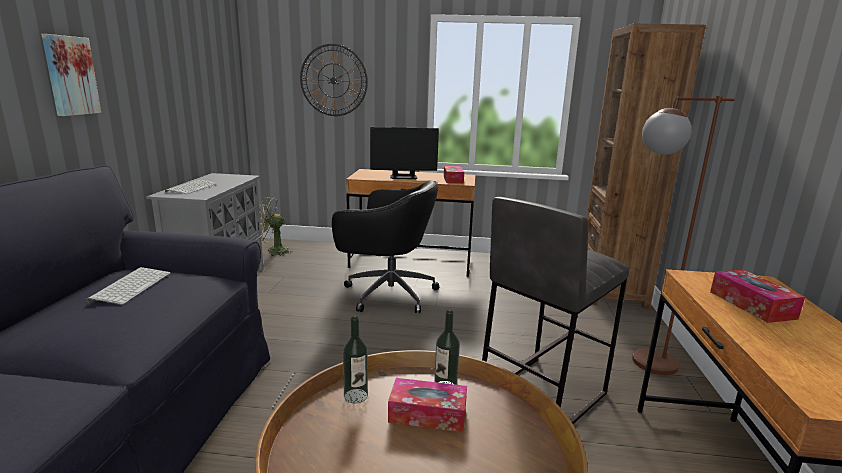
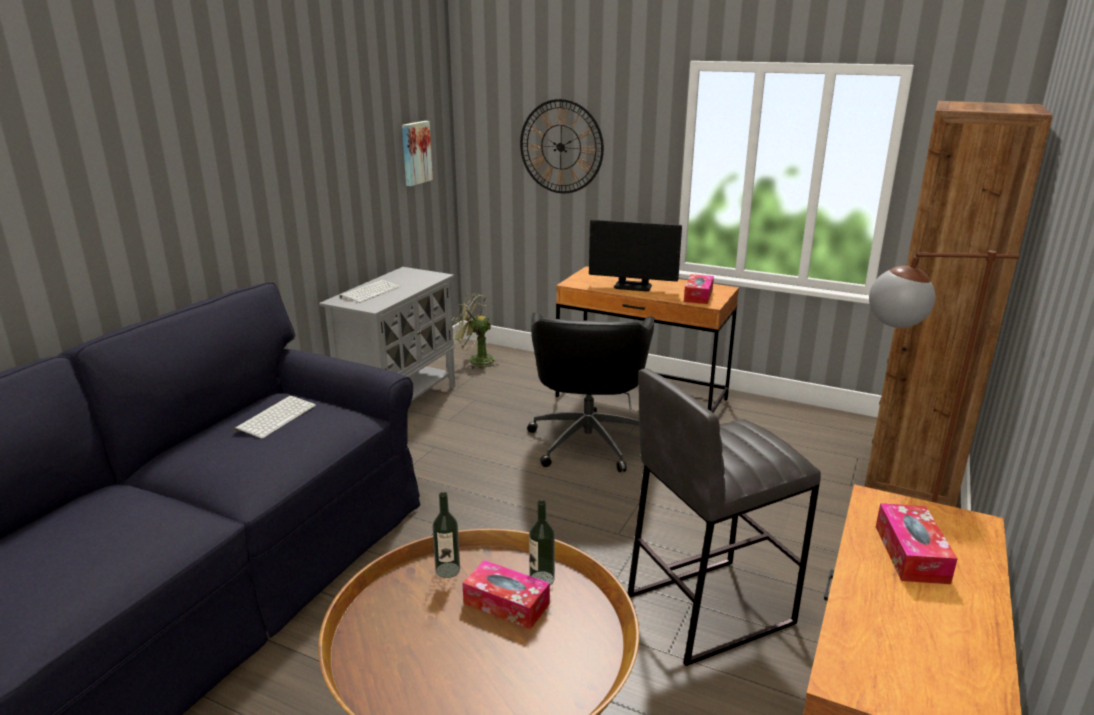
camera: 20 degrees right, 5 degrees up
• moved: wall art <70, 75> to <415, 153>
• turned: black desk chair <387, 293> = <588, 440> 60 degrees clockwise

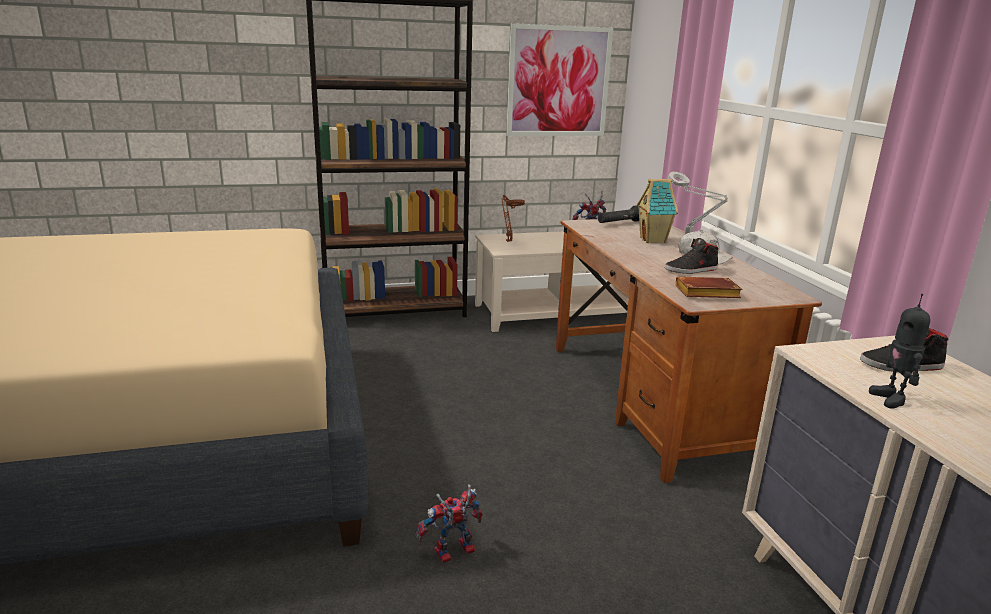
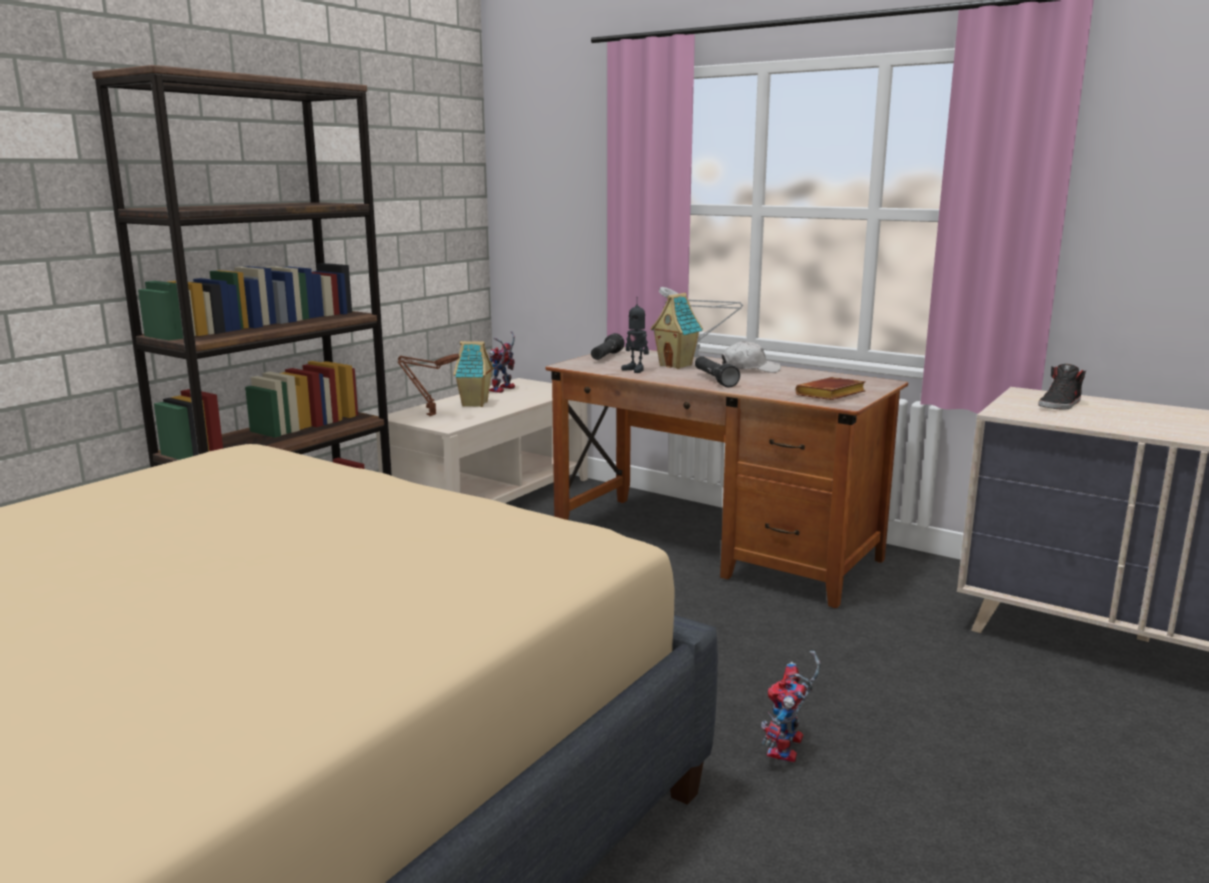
camera: 40 degrees left, 5 degrees down
• added: model house <475, 404>
• moved: toy robot <891, 399> to <635, 370>
• added: black hand torch <714, 379>
• removed: wall art <558, 82>
• removed: black item of footwear <691, 270>

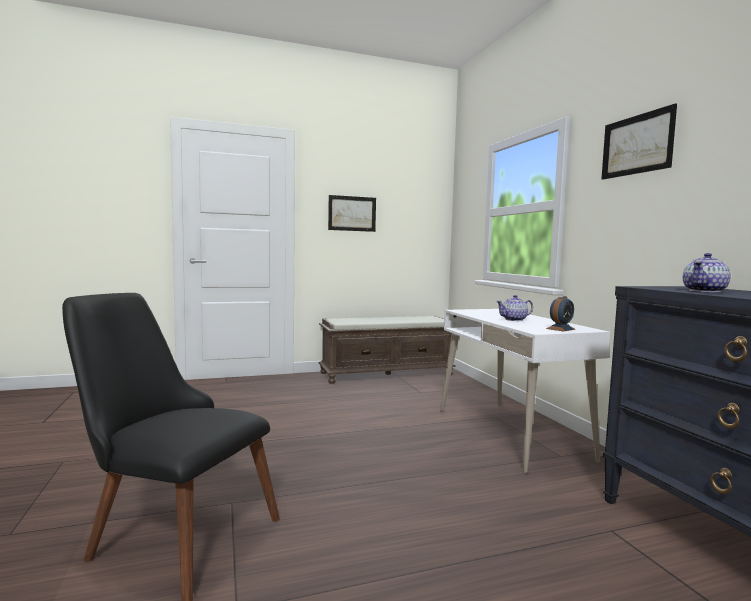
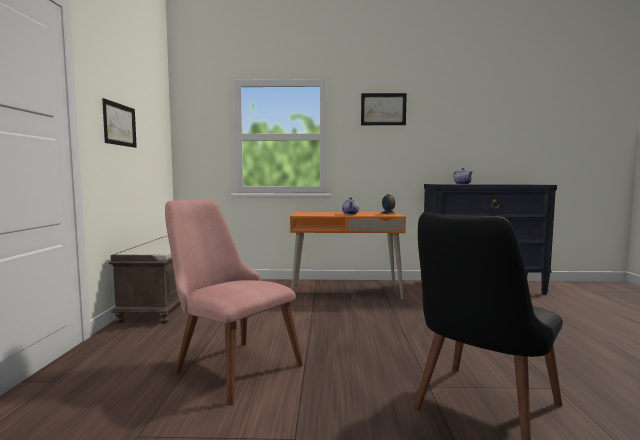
camera: 70 degrees left, 0 degrees up
• added: pink chair <228, 364>
• recoloured: white desk unit <510, 433> to orange desk unit <346, 291>

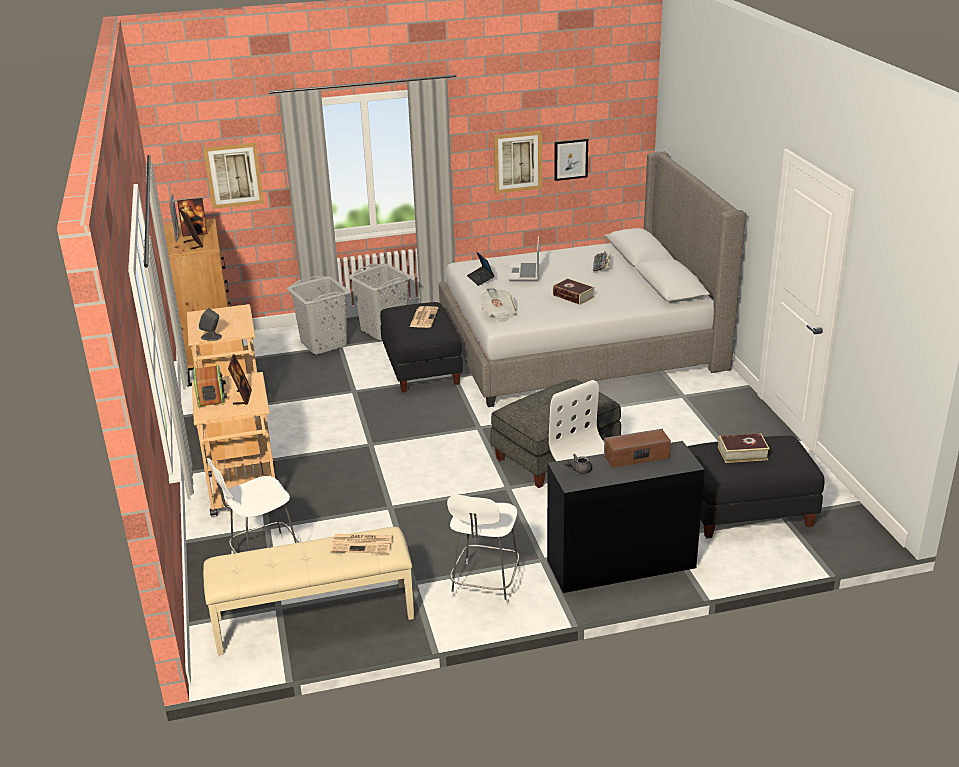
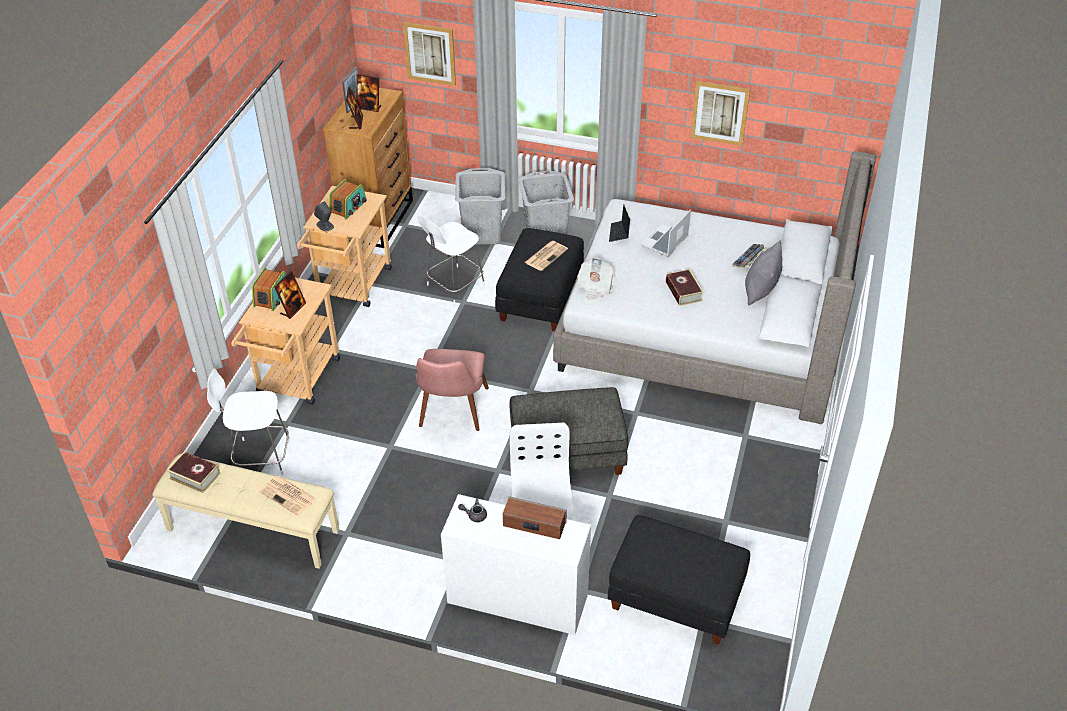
camera: 30 degrees right, 15 degrees up
• moved: bound book <742, 453> to <195, 476>
• added: radio receiver <348, 207>
• added: pink chair <452, 414>
• moved: white chair <485, 586> to <454, 286>
• recoloured: black desk unit <621, 564> to white desk unit <517, 598>
• added: gray throw pillow <760, 290>
• removed: wall art <570, 159>

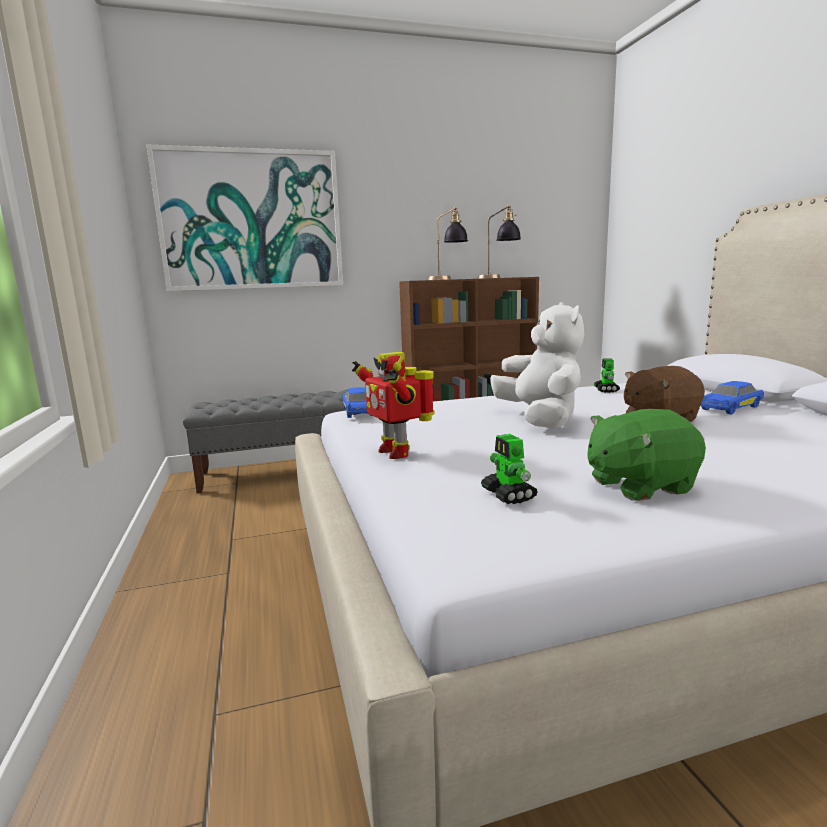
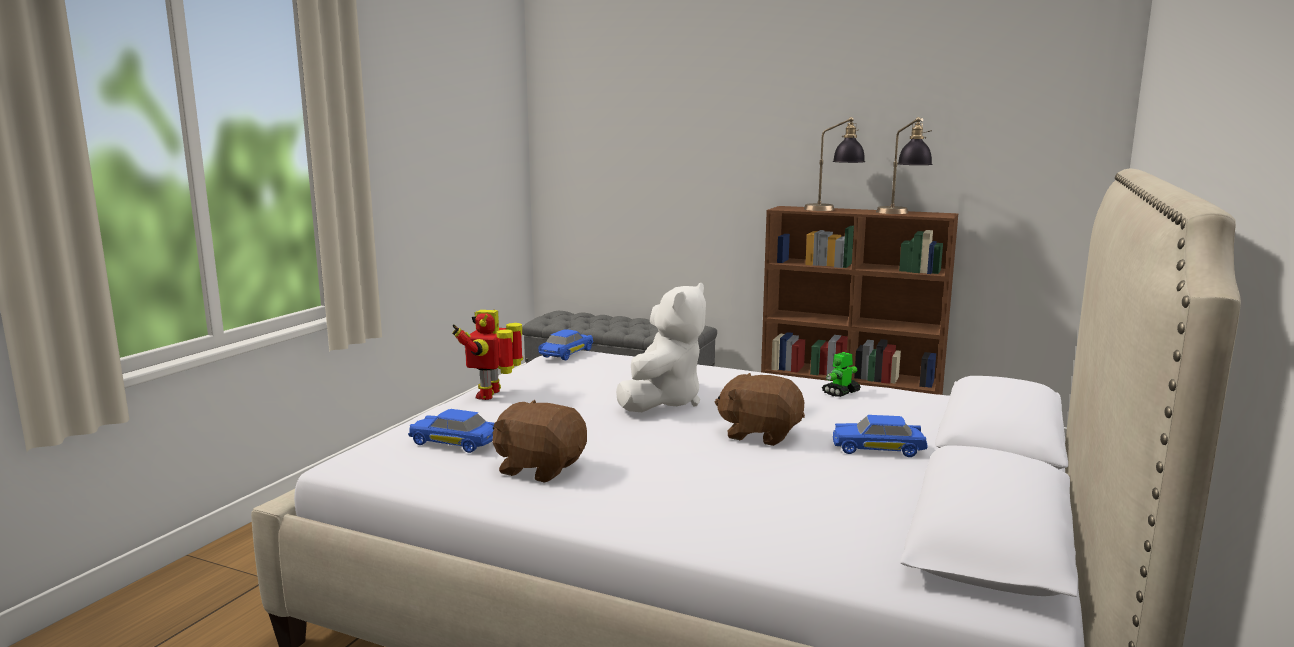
camera: 40 degrees right, 0 degrees up
• replaced: toy robot <508, 495> to blue-coloured miniature car <455, 443>
• recoloured: green-coloured soft toy <639, 485> to brown-coloured soft toy <540, 468>
• removed: wall art <252, 221>

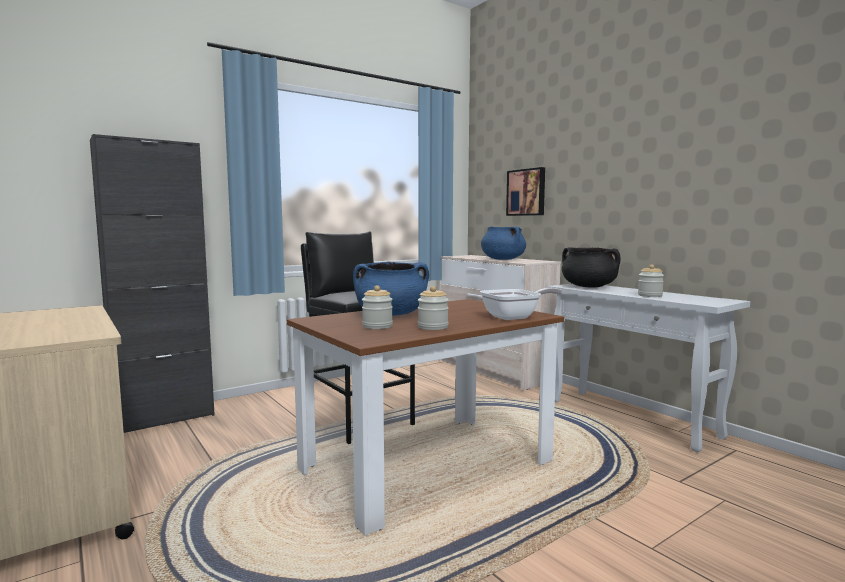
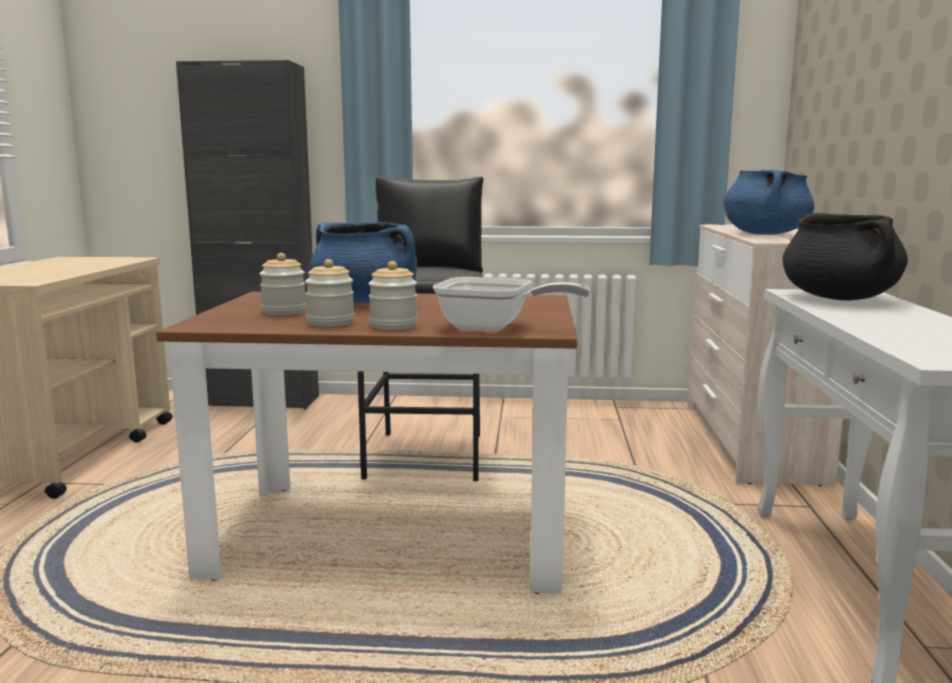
camera: 40 degrees right, 5 degrees up
• moved: preserve jar <650, 295> to <393, 326>
• removed: wall art <526, 192>

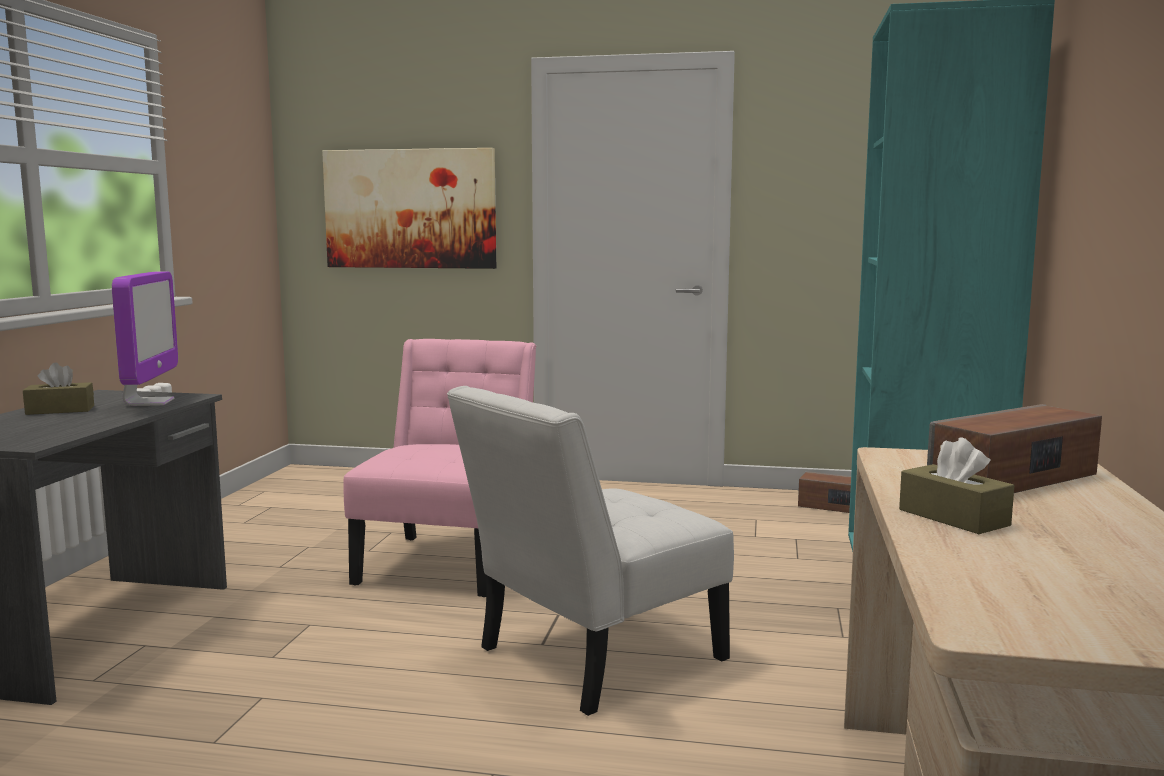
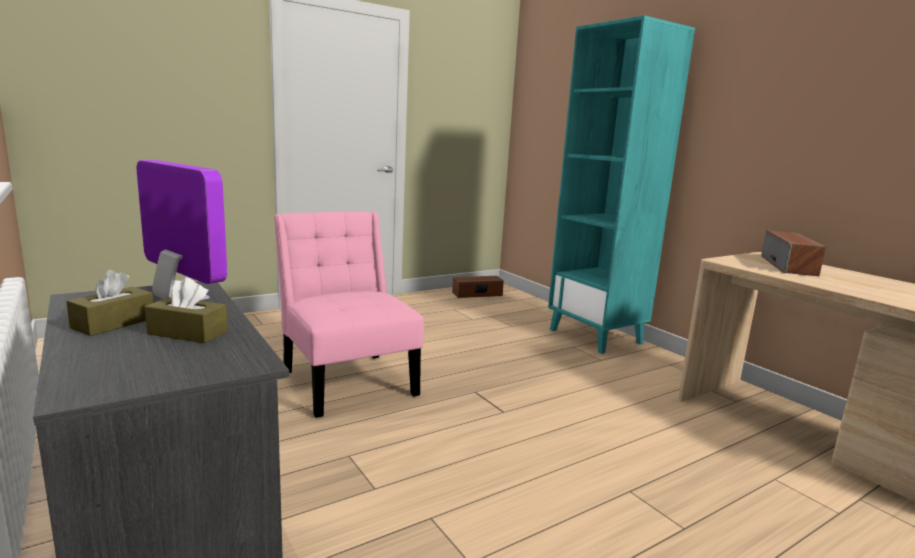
camera: 45 degrees left, 5 degrees up
• moved: brown-coloured tissue box <953, 517> to <188, 333>
• removed: wall art <410, 209>
• removed: white chair <591, 658>

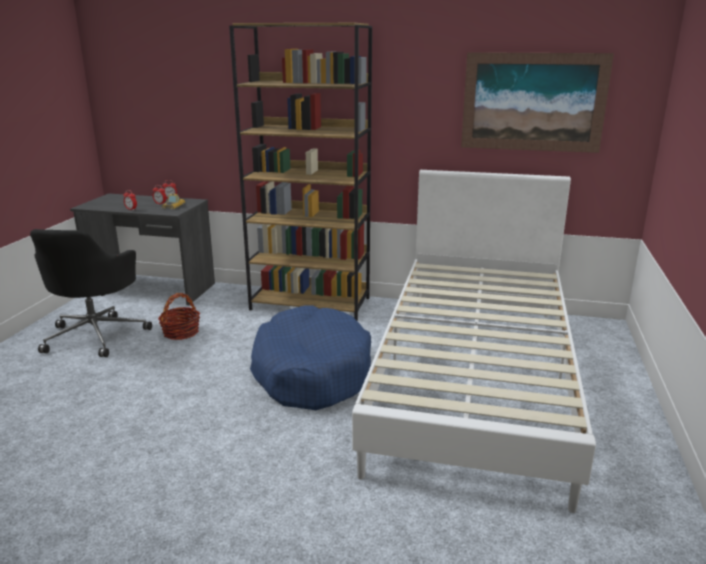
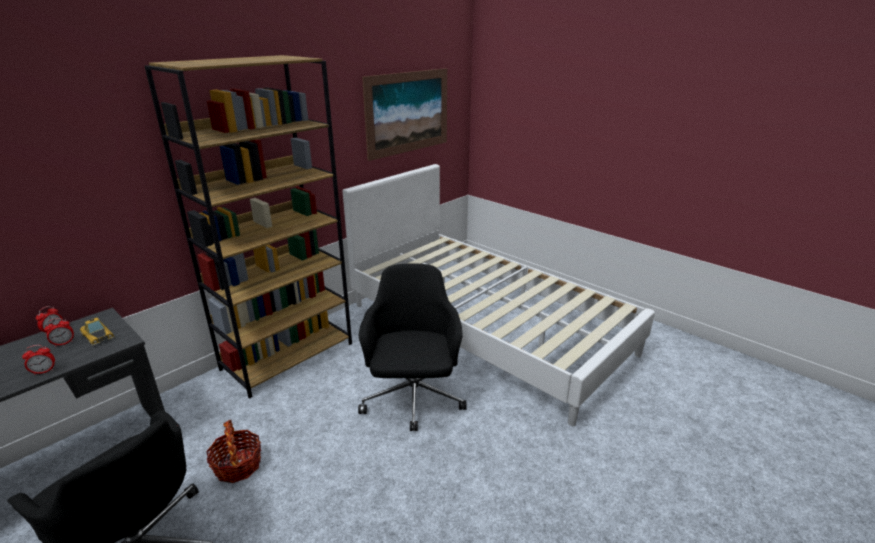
camera: 60 degrees left, 5 degrees up
• replaced: blue-coloured dog cushion <311, 372> to black desk chair <413, 398>

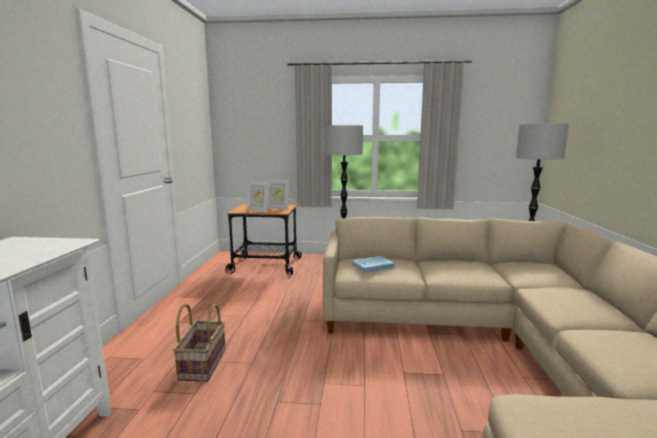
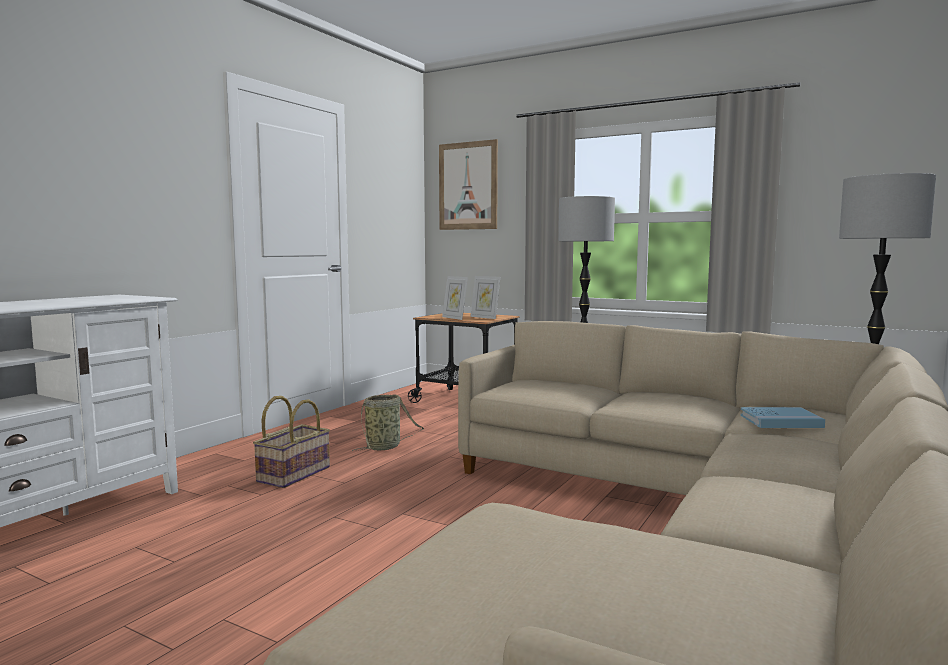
camera: 25 degrees right, 5 degrees down
• added: basket <385, 447>
• added: wall art <468, 186>
• moved: blue-coloured bound book <372, 266> to <781, 421>

